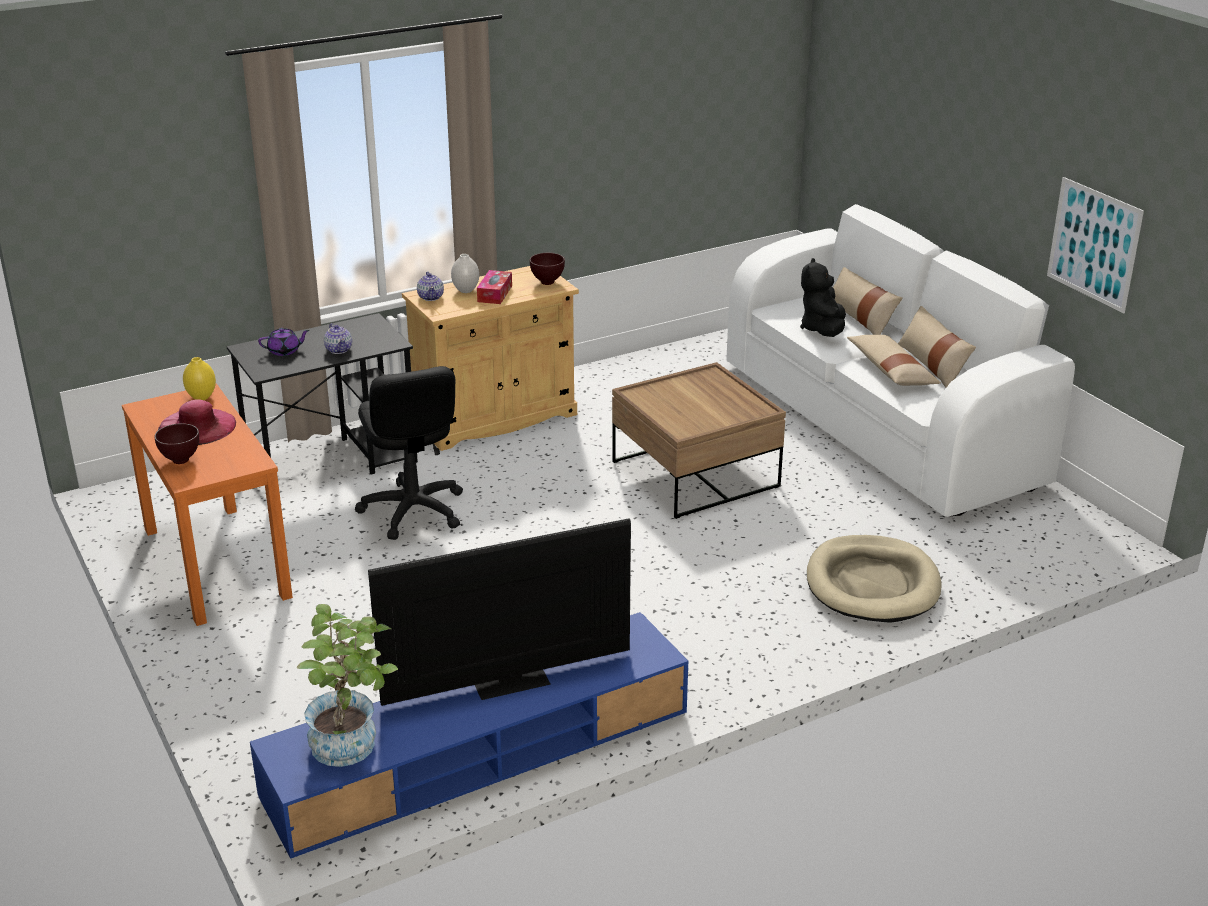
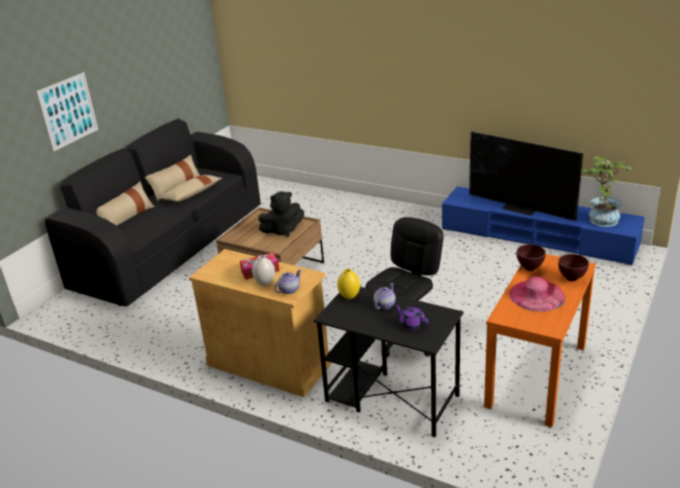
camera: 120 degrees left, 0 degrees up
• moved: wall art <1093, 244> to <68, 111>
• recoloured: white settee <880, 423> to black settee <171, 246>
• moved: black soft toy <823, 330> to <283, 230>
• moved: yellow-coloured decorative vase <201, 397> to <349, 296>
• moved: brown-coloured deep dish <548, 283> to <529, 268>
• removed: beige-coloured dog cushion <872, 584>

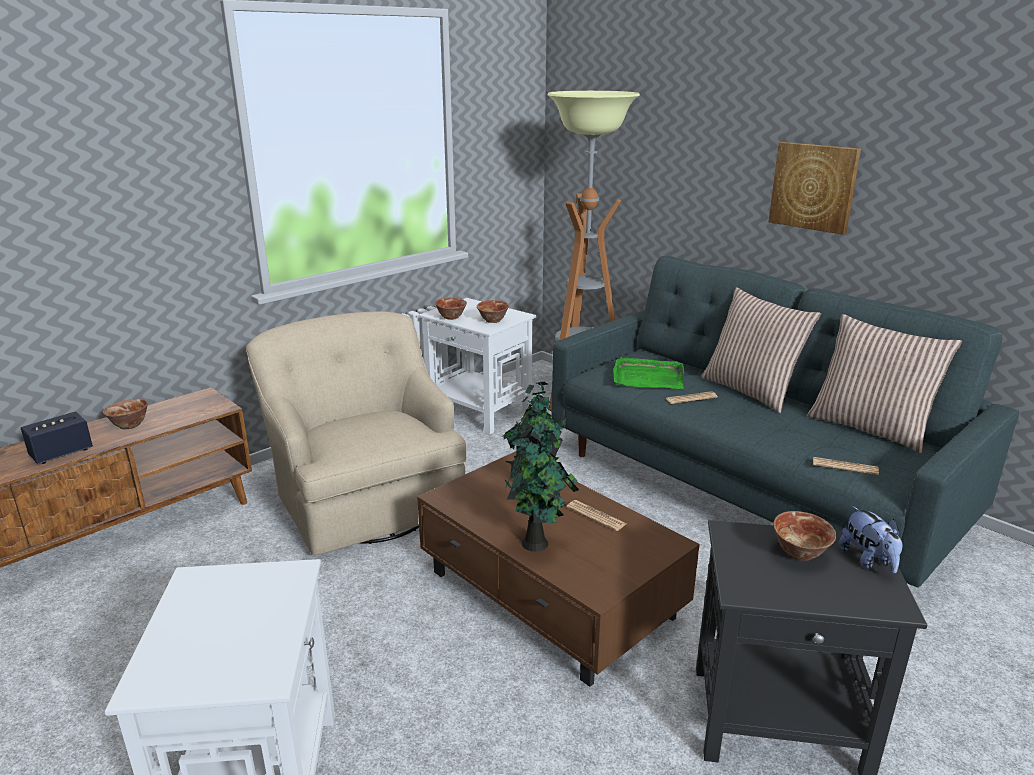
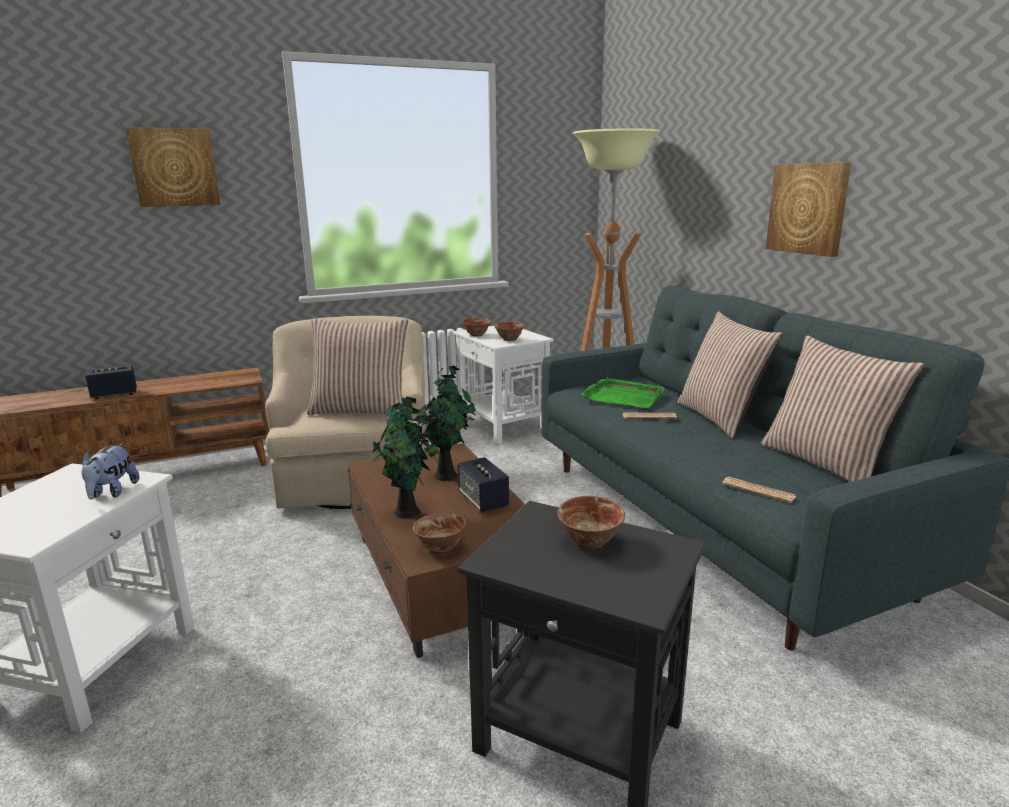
camera: 20 degrees right, 5 degrees down
• moved: soft toy <868, 560> to <112, 492>
• added: wall art <175, 167>
• added: throw pillow <360, 410>
• moved: deep dish <129, 425> to <440, 548>
• replaced: newspaper <596, 516> to speaker <483, 501>

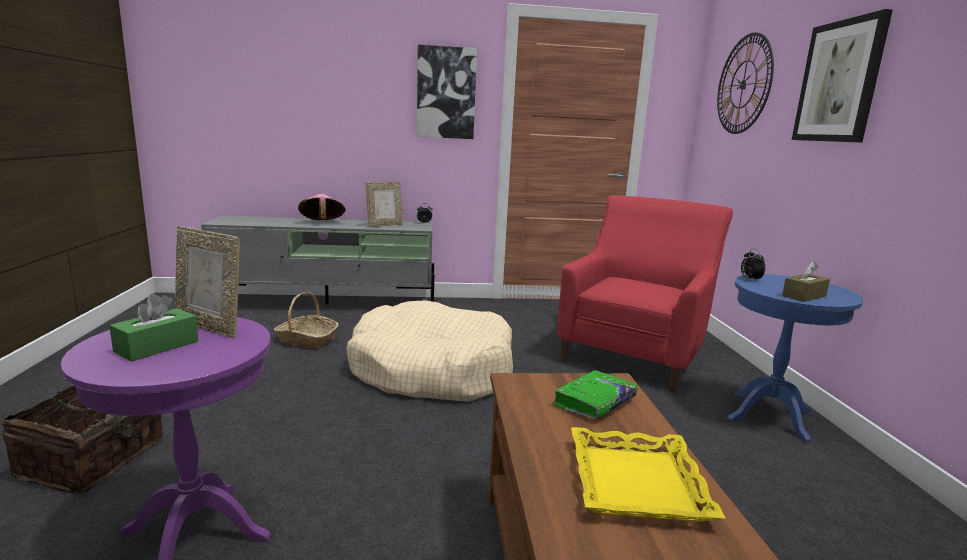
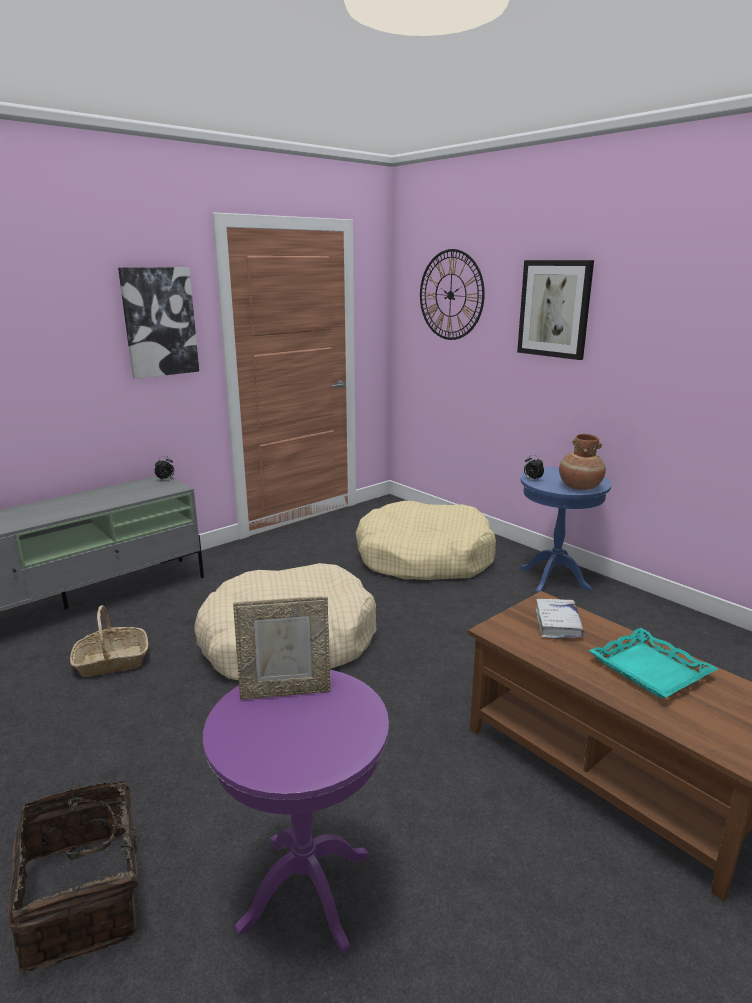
camera: 35 degrees left, 5 degrees up
• replaced: red easy chair <635, 354> to beige-coloured dog cushion <424, 558>
• recoloured: green-coloured bound book <594, 402> to white bound book <558, 624>
• replaced: brown-coloured tissue box <804, 296> to brown-coloured decorative vase <579, 487>
• recoloured: yellow-coloured serving tray <635, 482> to turquoise-coloured serving tray <649, 669>
• removed: green-coloured tissue box <157, 346>
• removed: pink clothing hat <322, 223>
• removed: photo frame <384, 225>

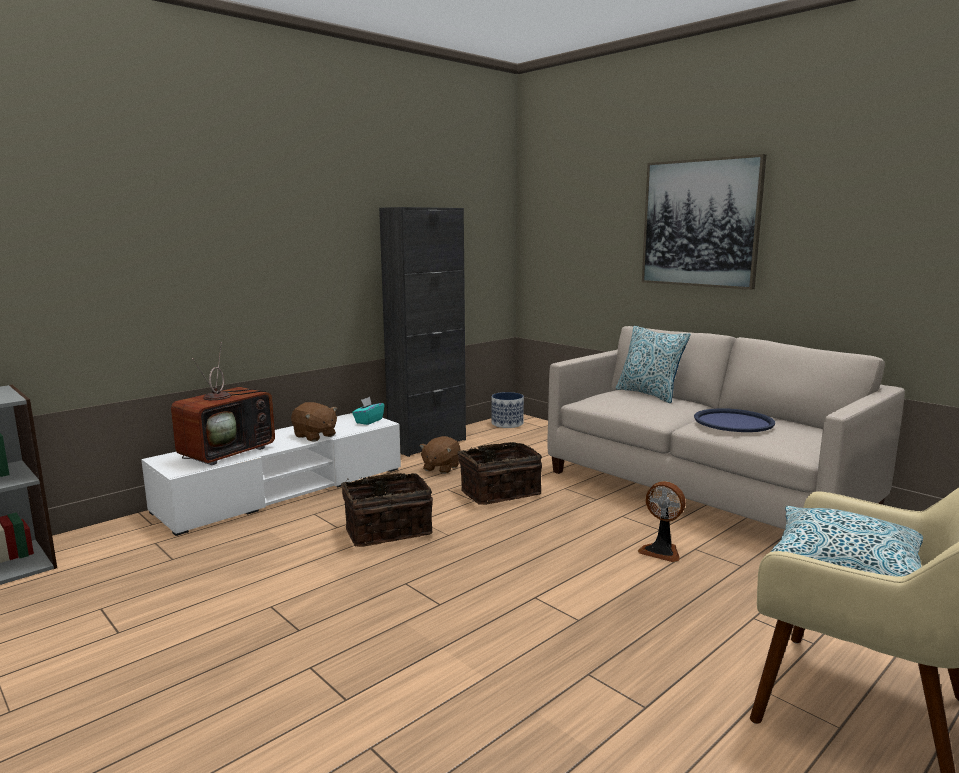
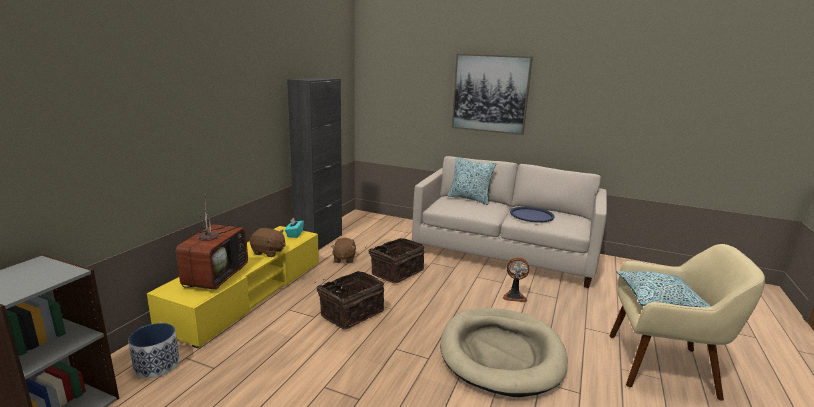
camera: 25 degrees left, 5 degrees up
• moved: flower pot <507, 423> to <157, 365>
• recoloured: white media console <284, 489> to yellow-coloured media console <248, 294>
• added: beige-coloured dog cushion <501, 353>

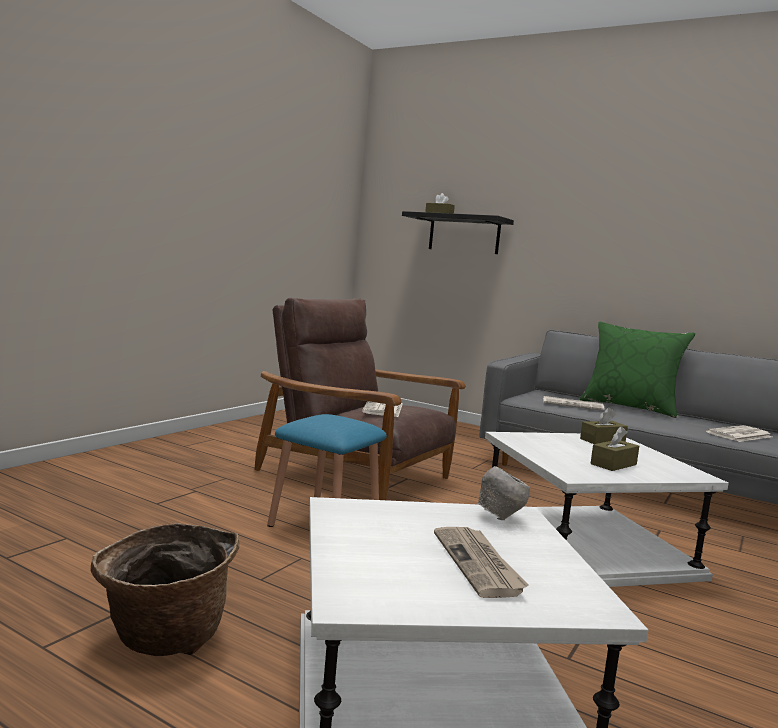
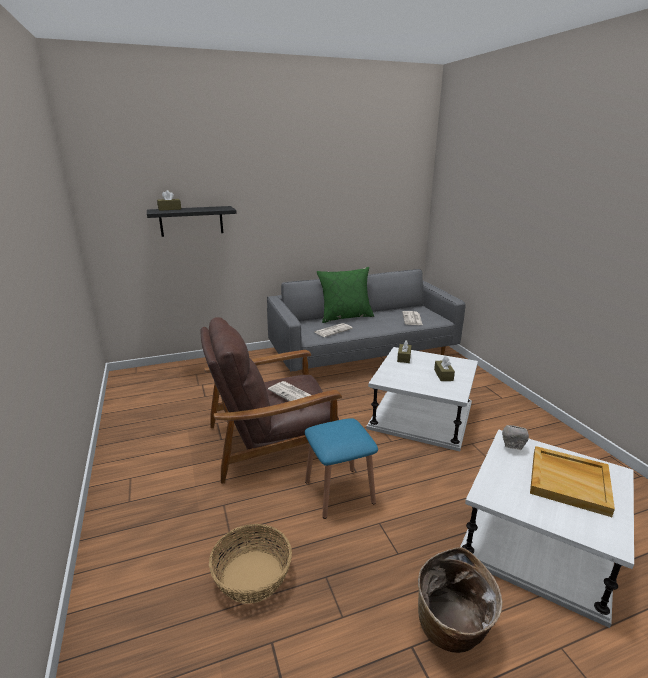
camera: 50 degrees left, 15 degrees up
• added: basket <253, 576>
• replaced: newspaper <478, 564> to beige-coloured serving tray <570, 482>

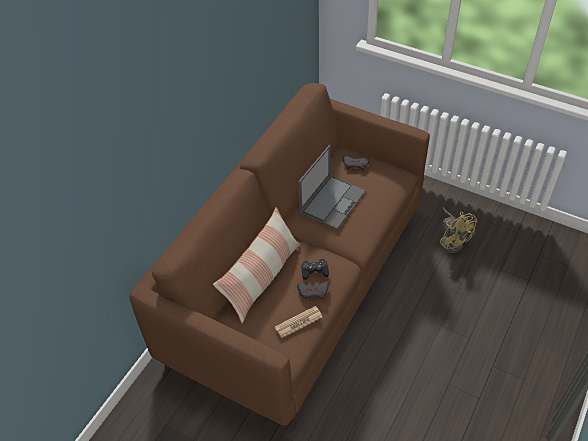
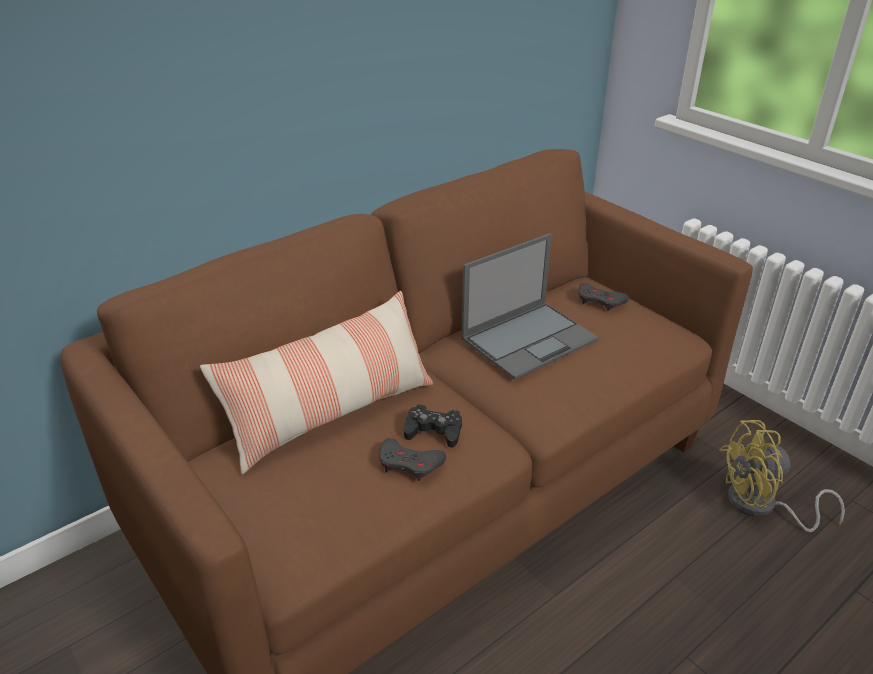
camera: 20 degrees right, 15 degrees down
• turned: yellow-coloured fan <452, 240> = <761, 506> 90 degrees clockwise
• removed: newspaper <298, 322>

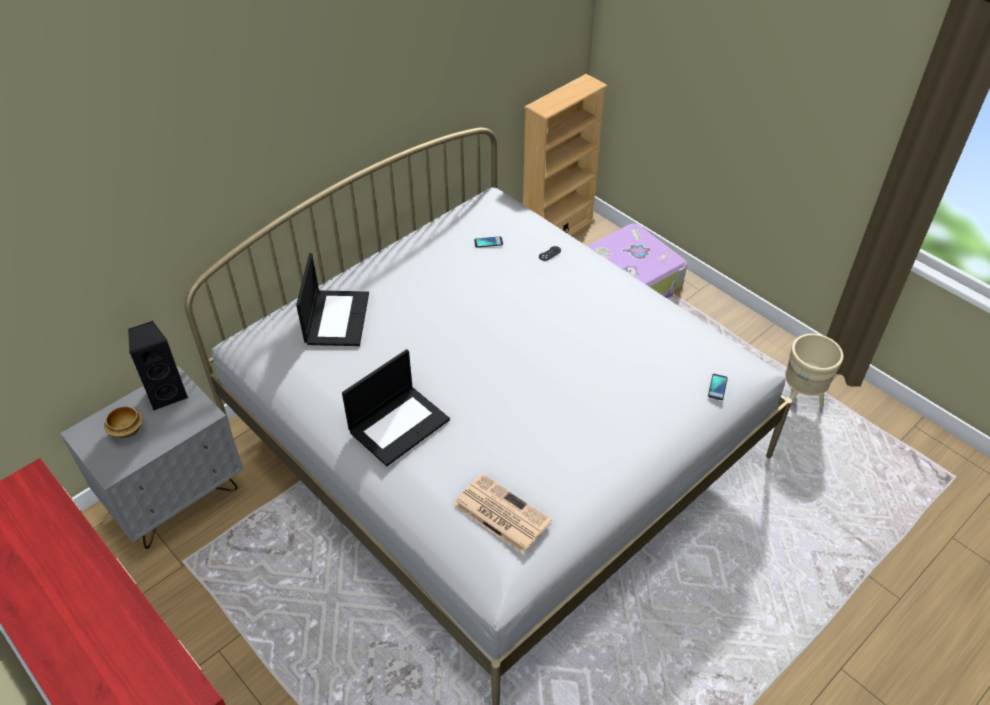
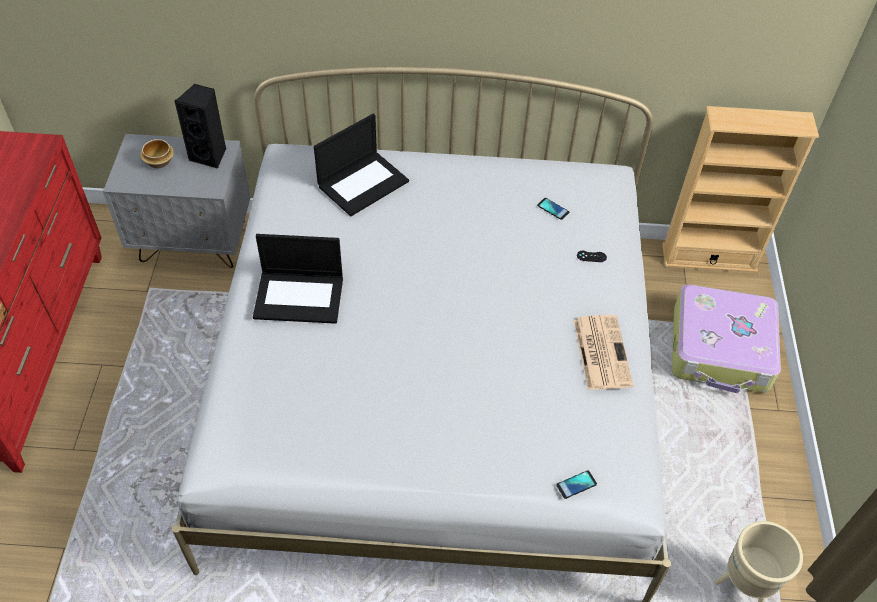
camera: 45 degrees right, 5 degrees up
• moved: newspaper <500, 513> to <601, 351>

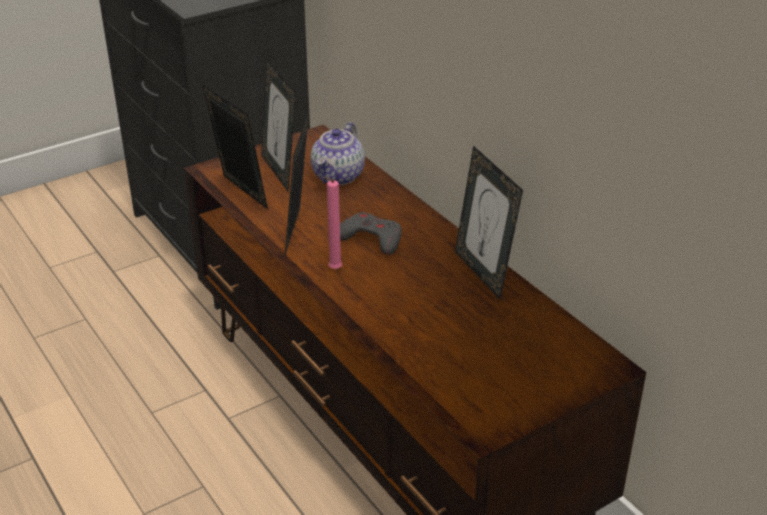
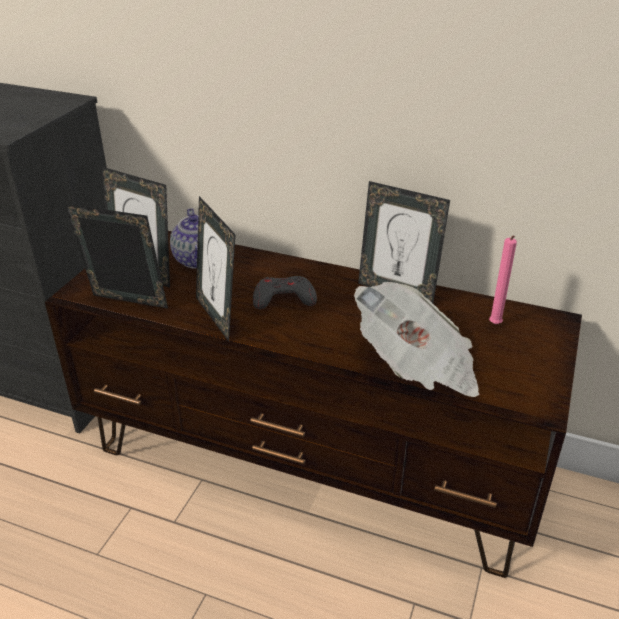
camera: 35 degrees left, 0 degrees up
• added: newspaper <417, 367>
• moved: pink wax light <333, 270> to <494, 325>

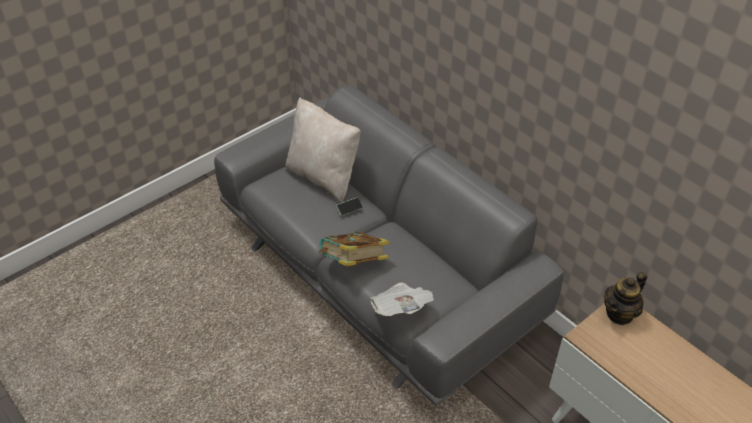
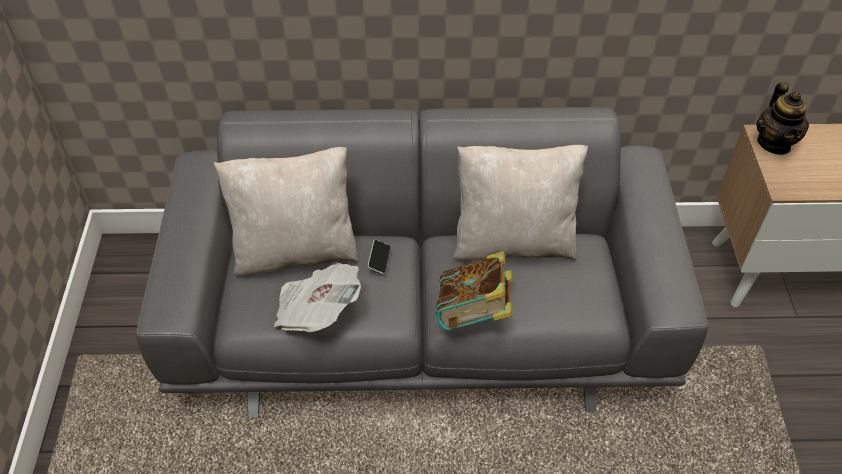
camera: 50 degrees left, 5 degrees up
• moved: newspaper <401, 309> to <317, 311>
• added: beige-coloured throw pillow <513, 242>

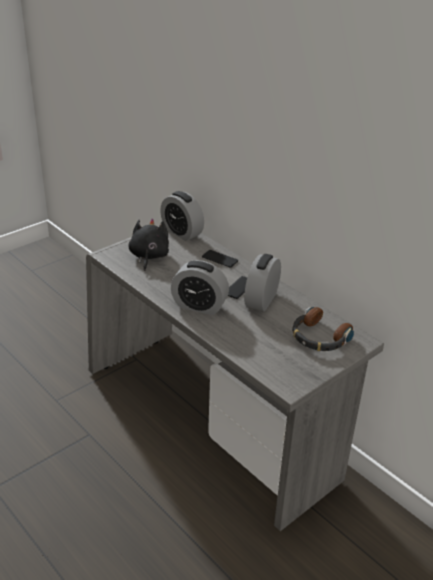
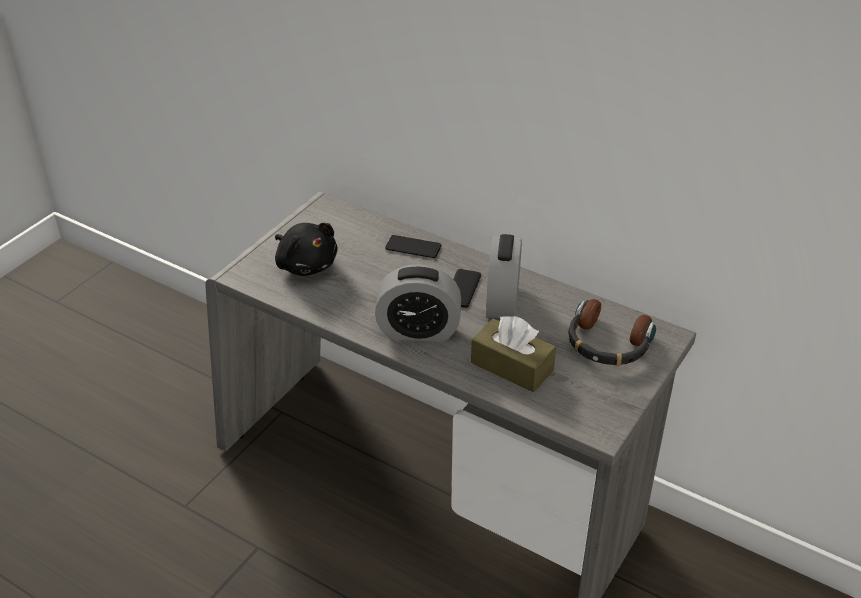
camera: 15 degrees left, 5 degrees up
• turned: black soft toy <148, 256> = <306, 264> 150 degrees clockwise
• added: brown-coloured tissue box <512, 366>
• removed: table clock <182, 232>

